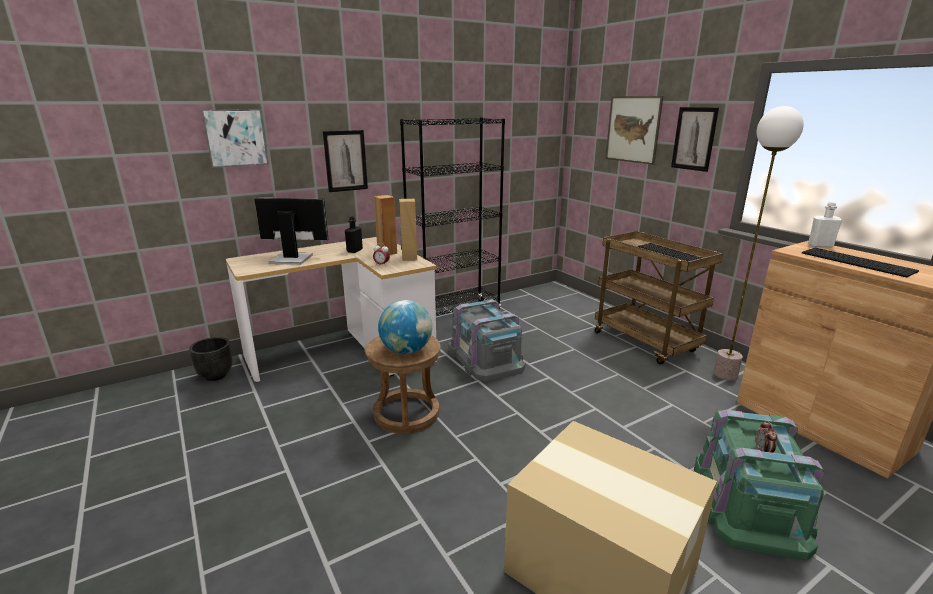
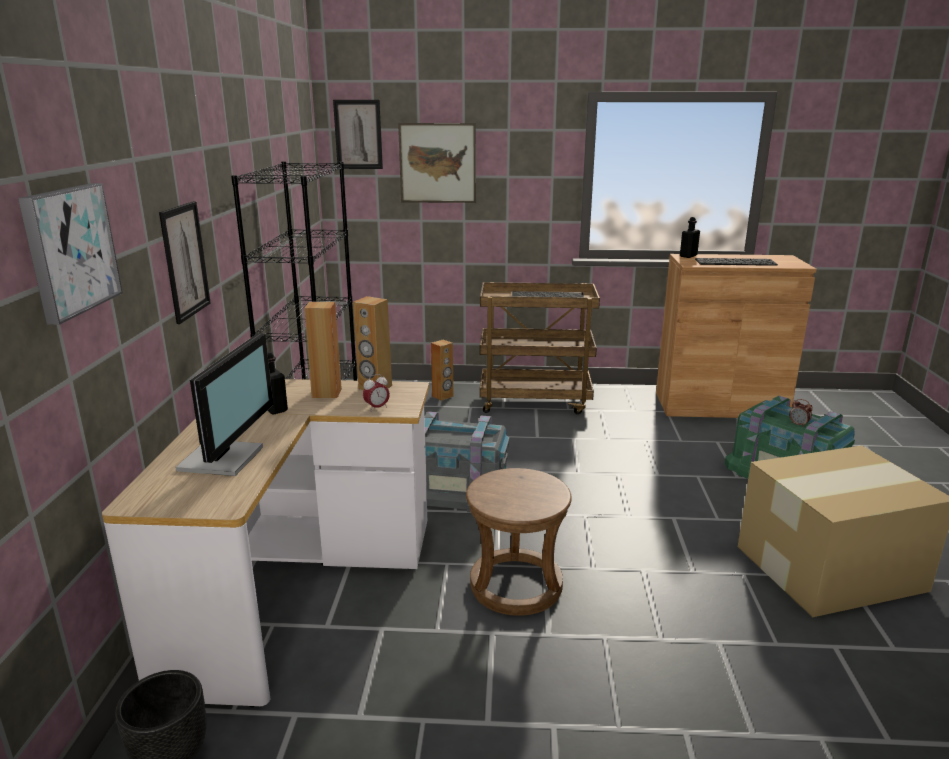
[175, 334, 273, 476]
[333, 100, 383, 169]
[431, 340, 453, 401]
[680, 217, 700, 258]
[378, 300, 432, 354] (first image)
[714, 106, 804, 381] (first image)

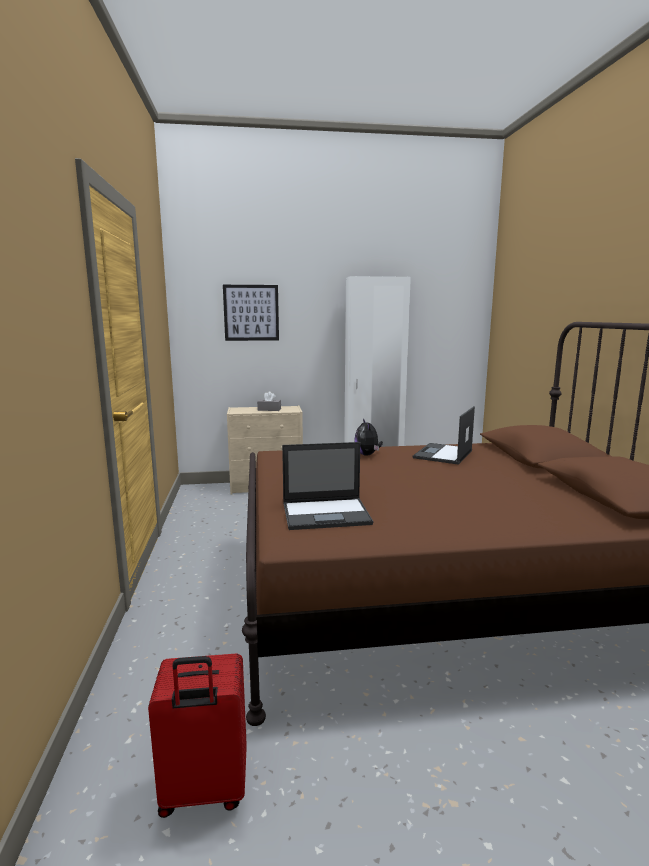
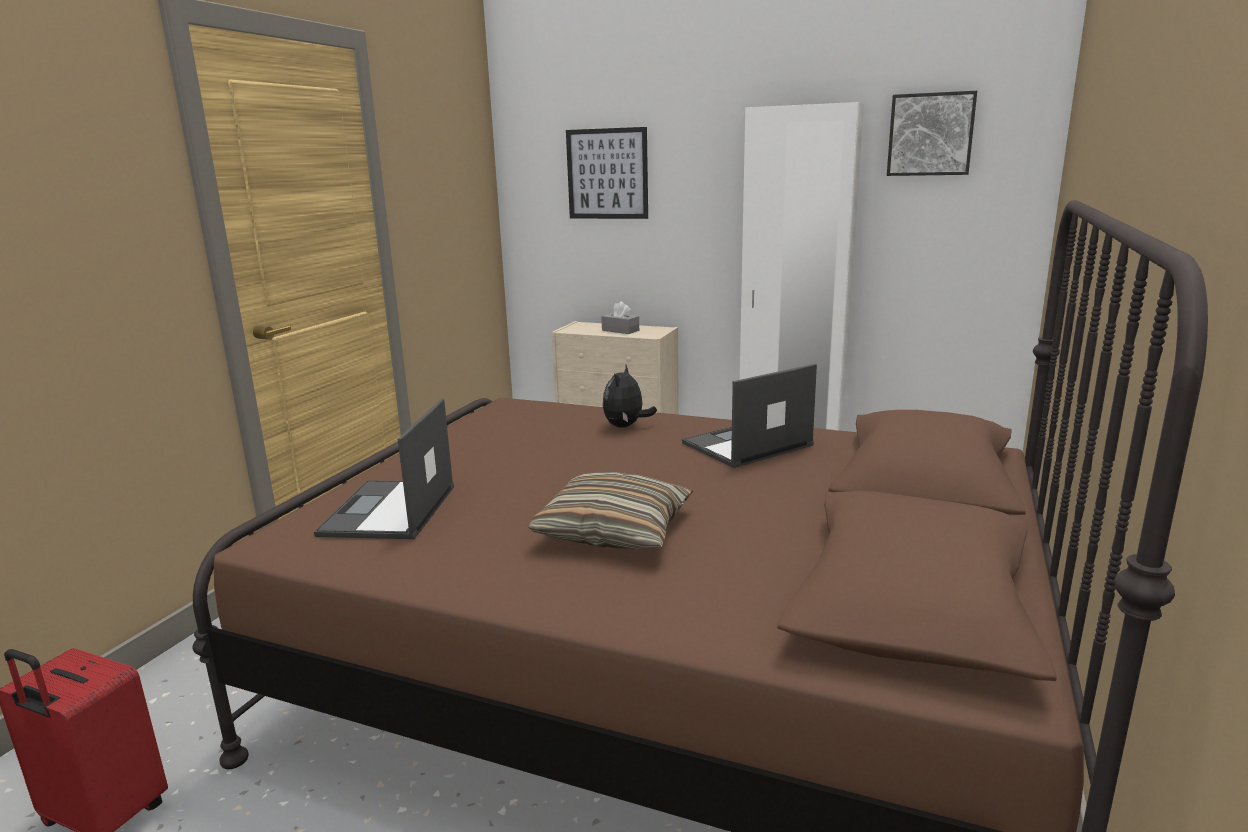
[314, 398, 454, 539]
[528, 472, 693, 549]
[887, 91, 977, 176]

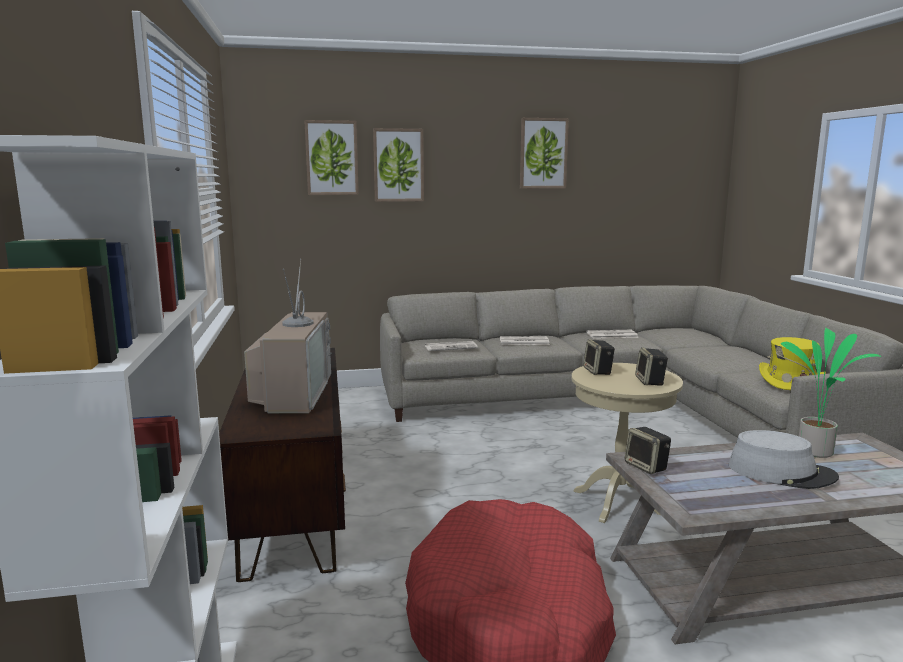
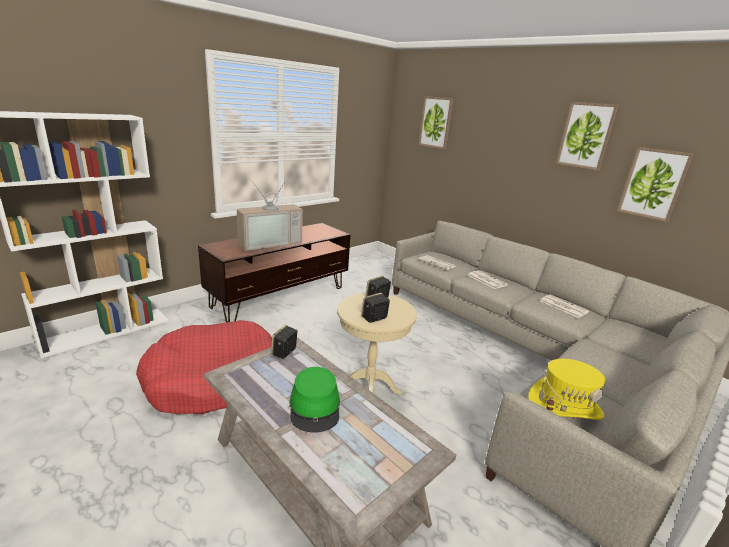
[289, 367, 340, 433]
[617, 147, 694, 222]
[781, 328, 882, 458] (first image)

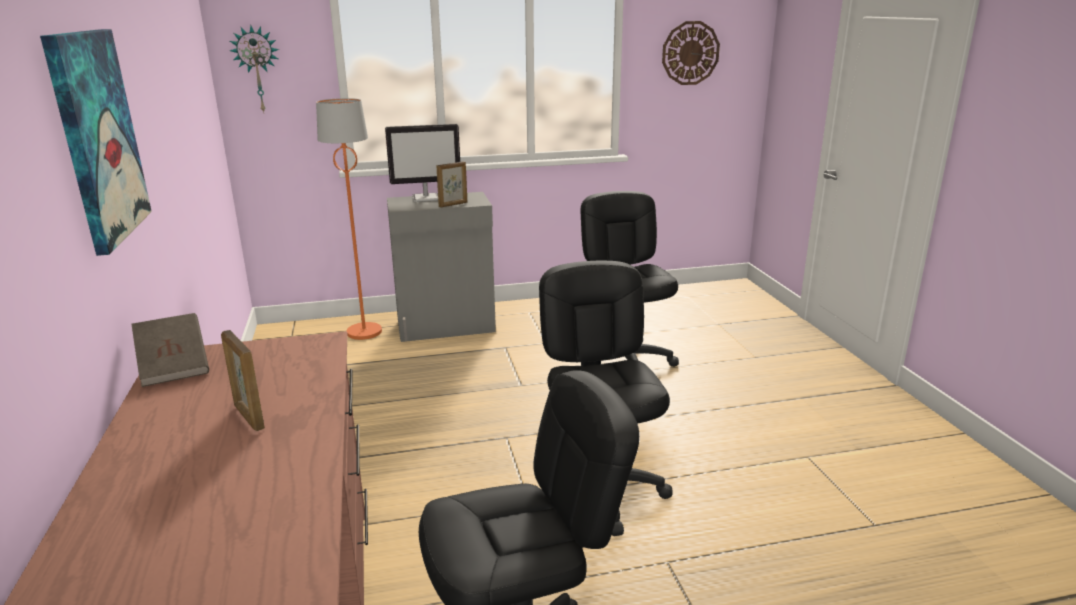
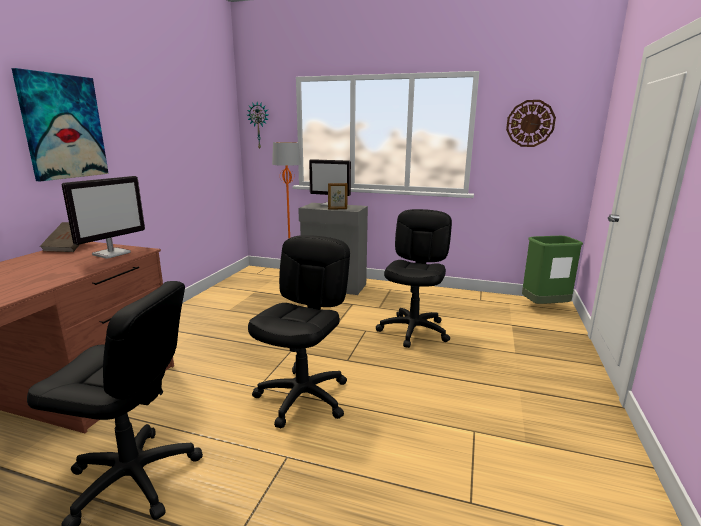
[61, 176, 145, 258]
[522, 236, 583, 304]
[221, 330, 265, 431] (first image)

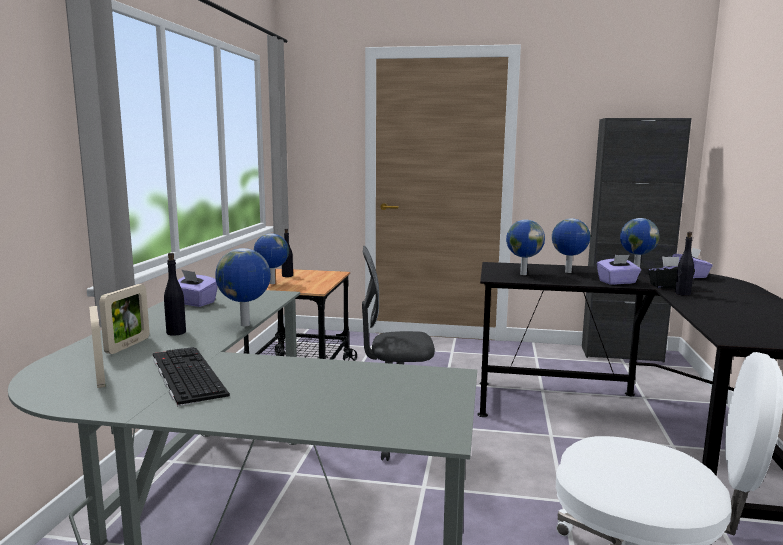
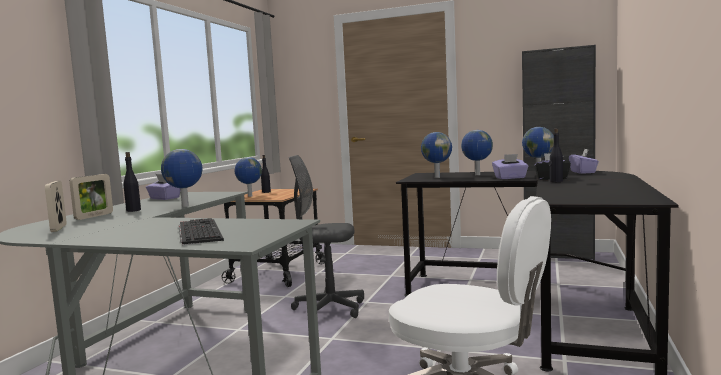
[179, 218, 224, 246]

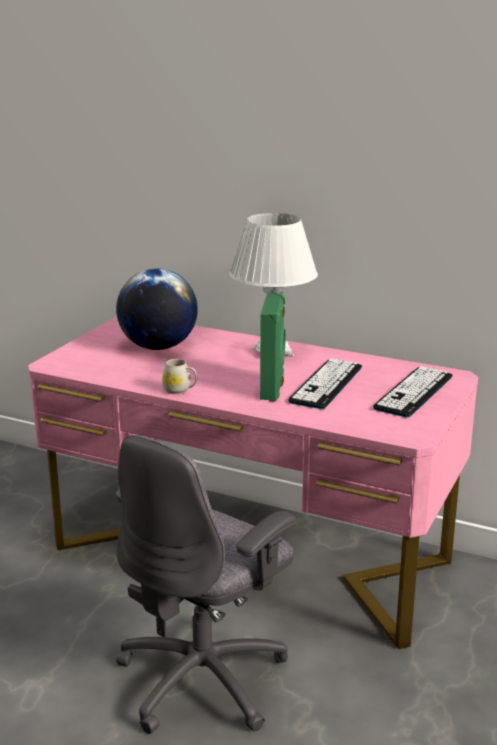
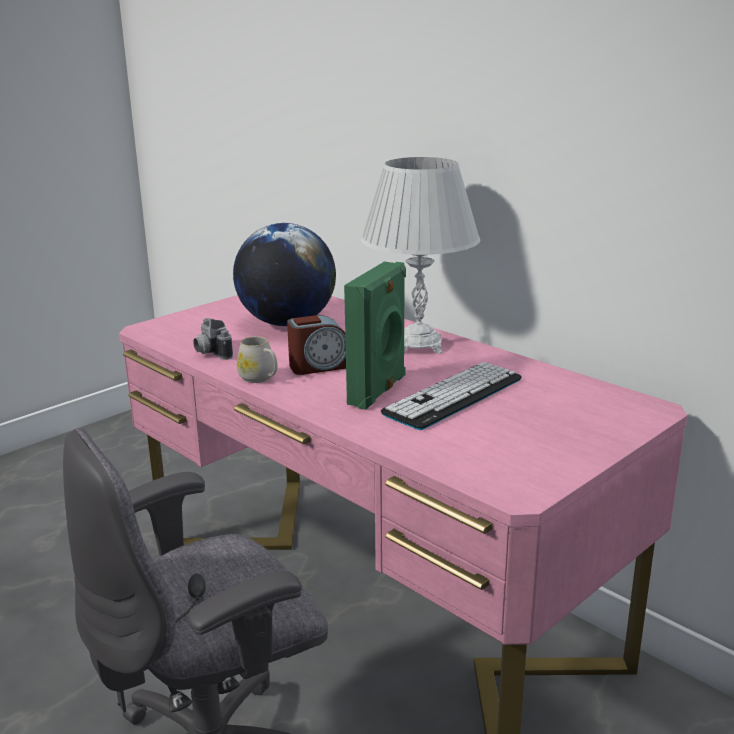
[193, 318, 233, 360]
[287, 315, 346, 375]
[373, 366, 453, 418] (first image)

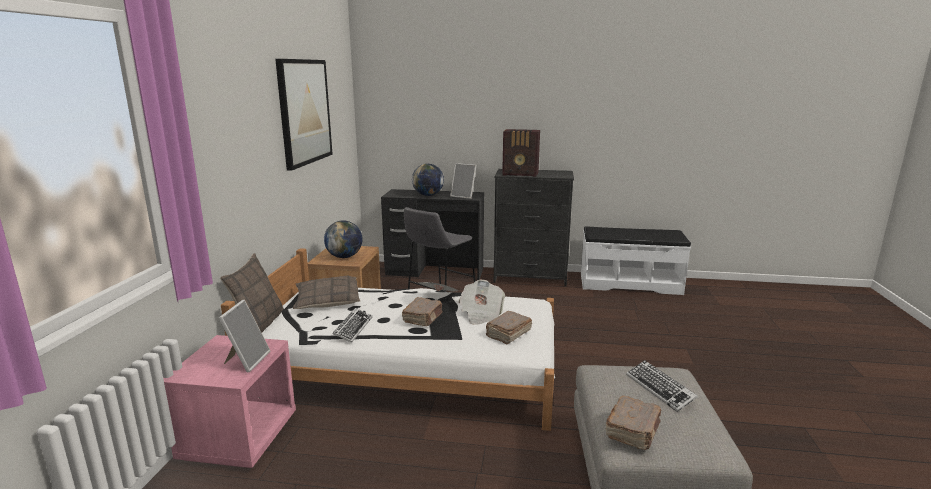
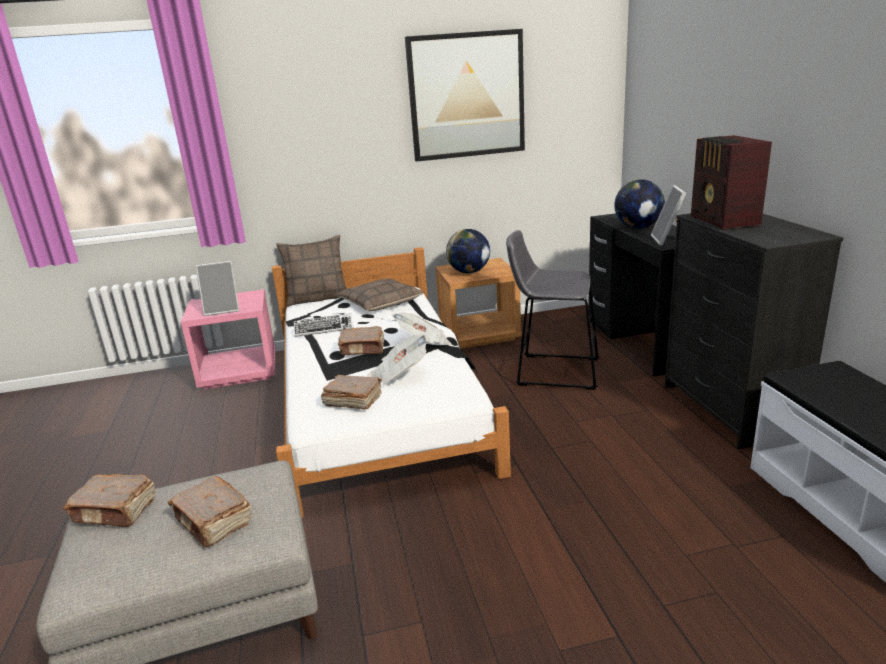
[168, 476, 252, 547]

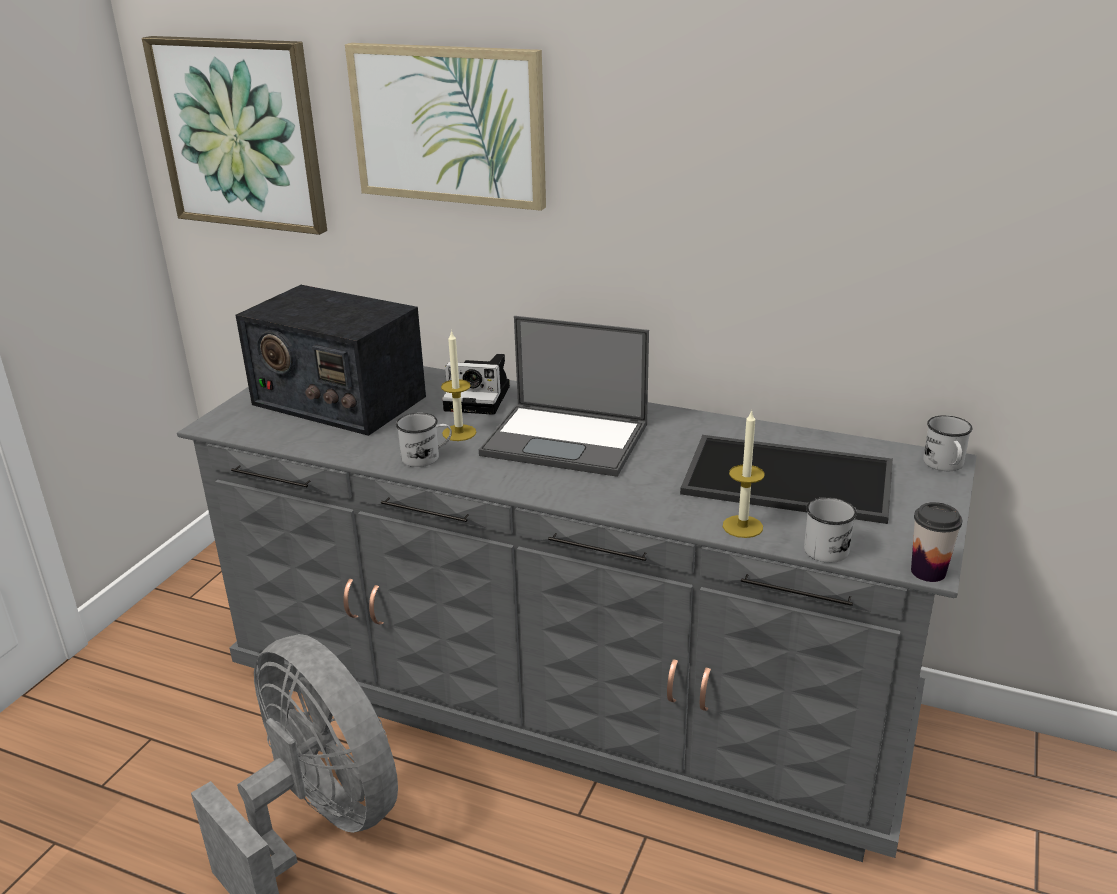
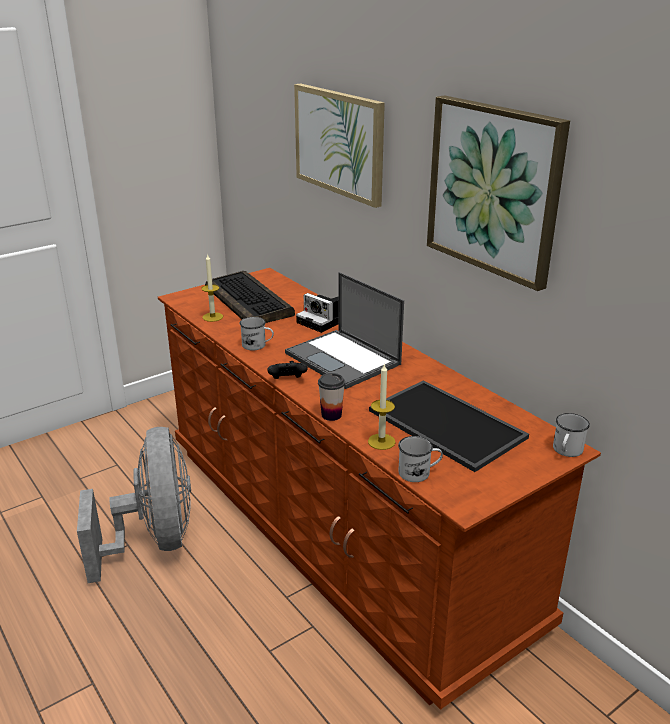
[158, 268, 601, 710]
[201, 254, 223, 322]
[205, 271, 295, 323]
[267, 361, 308, 379]
[318, 373, 345, 421]
[427, 95, 570, 291]

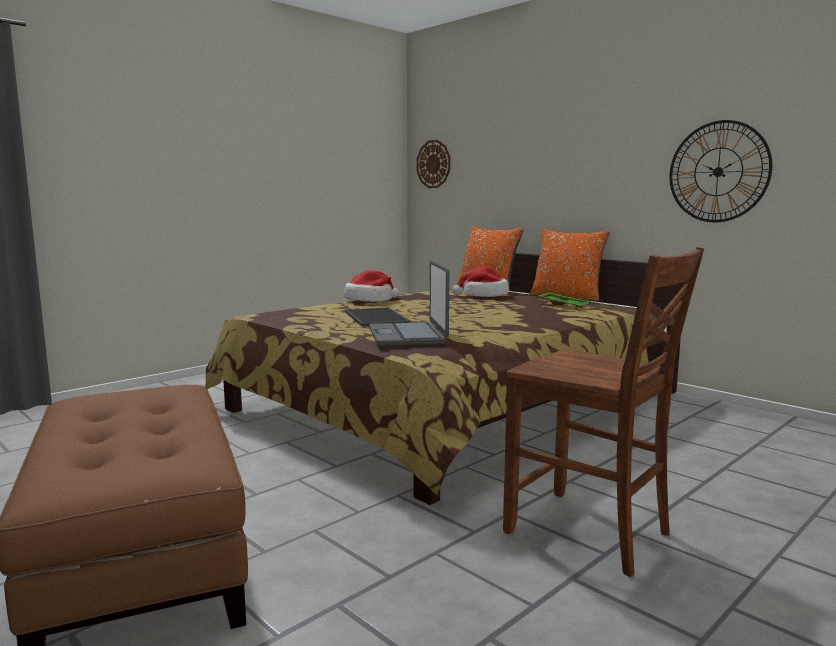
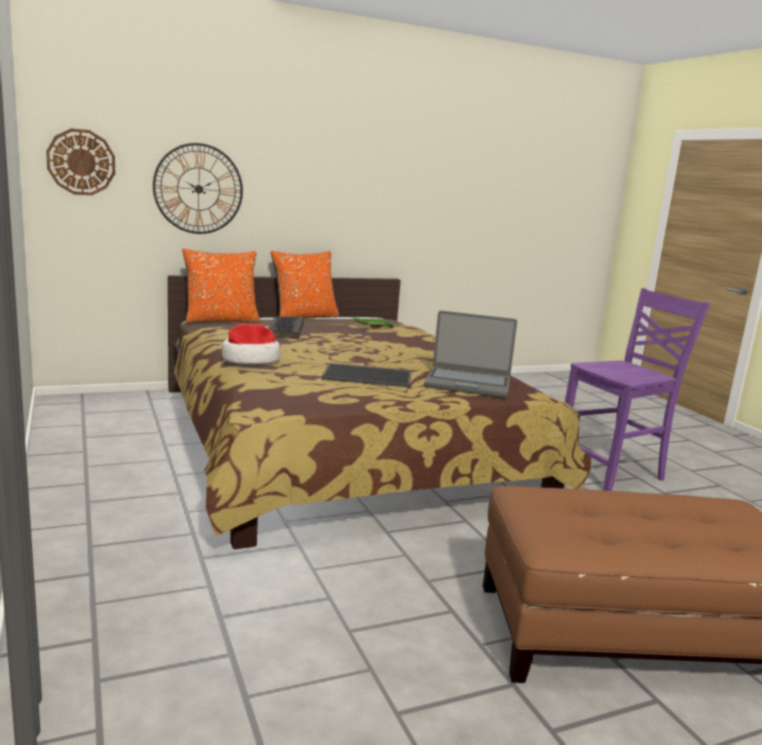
[153, 143, 243, 234]
[268, 317, 304, 339]
[565, 288, 710, 491]

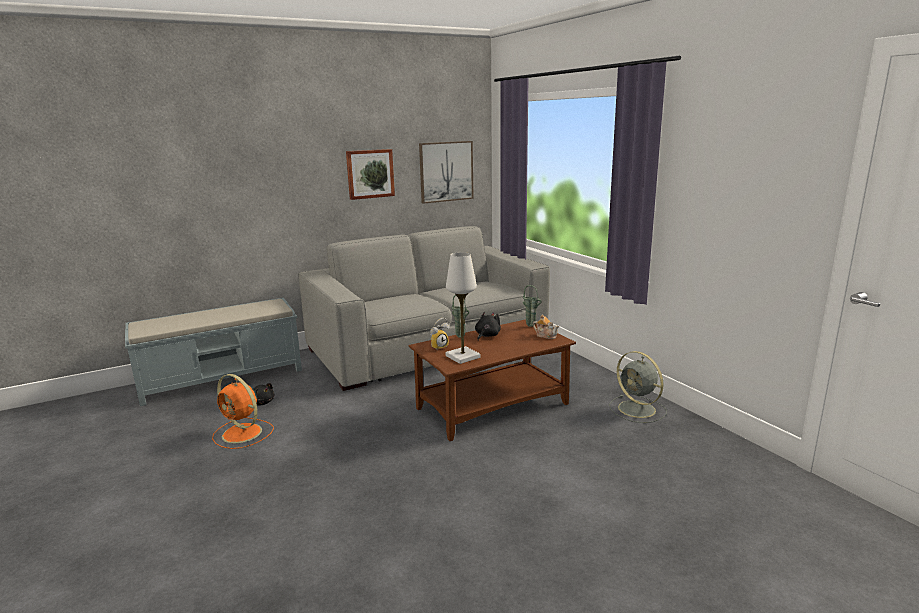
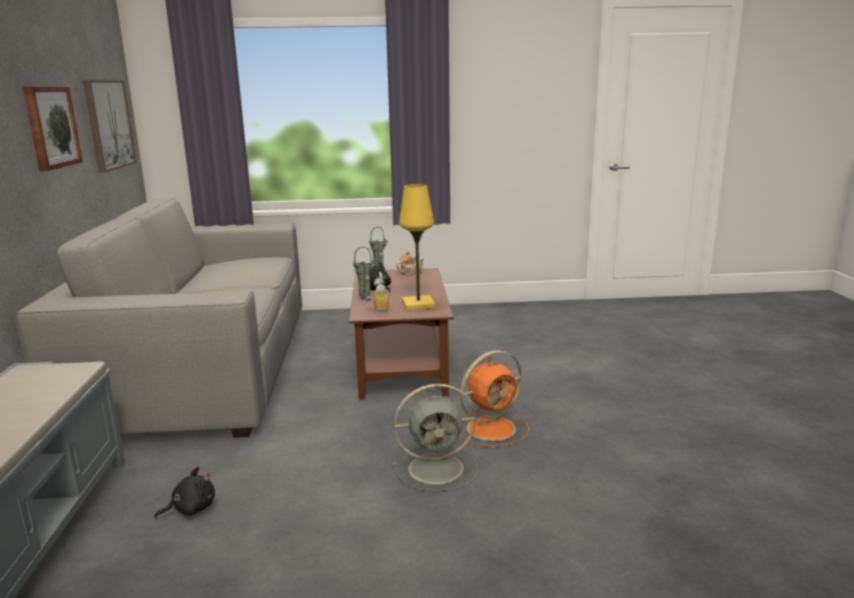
[392, 384, 478, 492]
[399, 184, 435, 310]
[459, 350, 529, 447]

